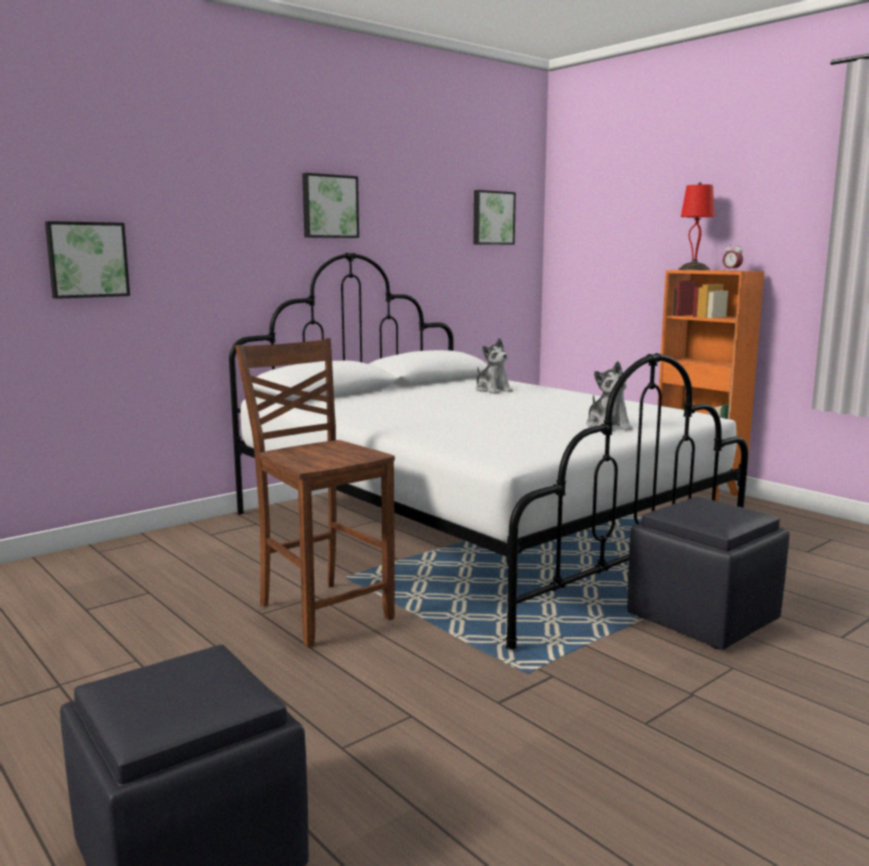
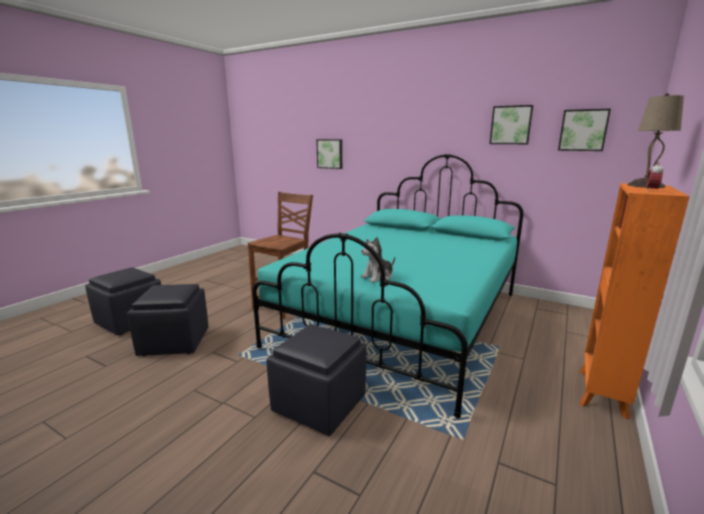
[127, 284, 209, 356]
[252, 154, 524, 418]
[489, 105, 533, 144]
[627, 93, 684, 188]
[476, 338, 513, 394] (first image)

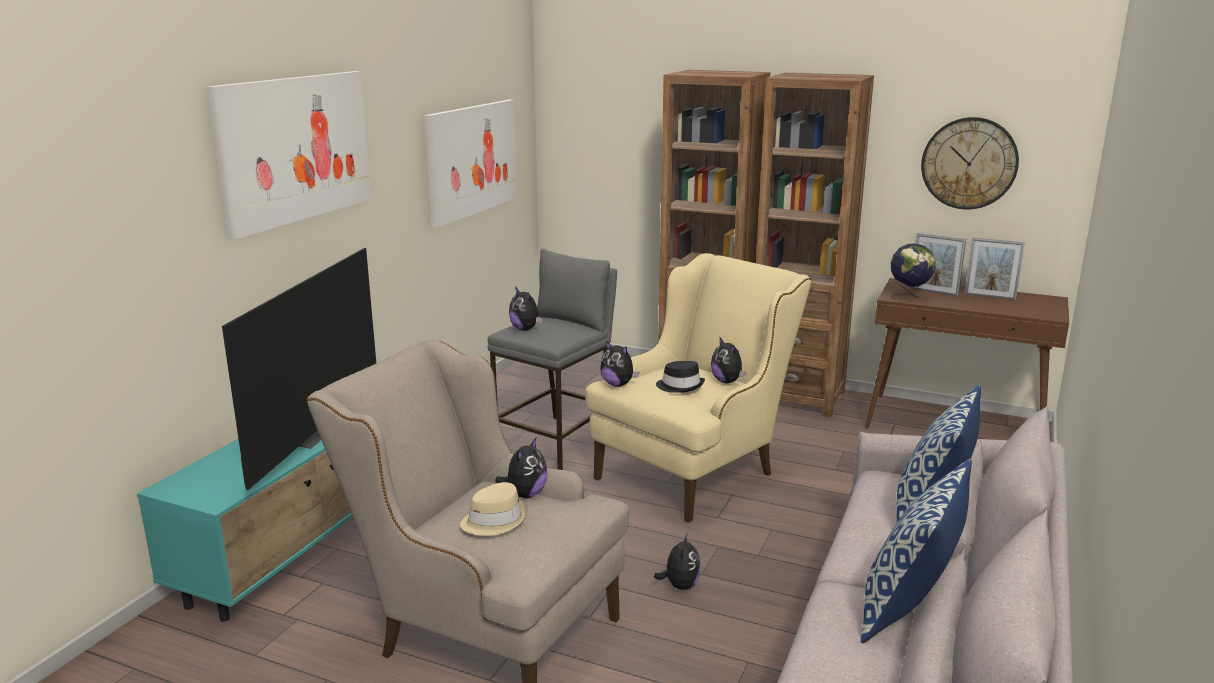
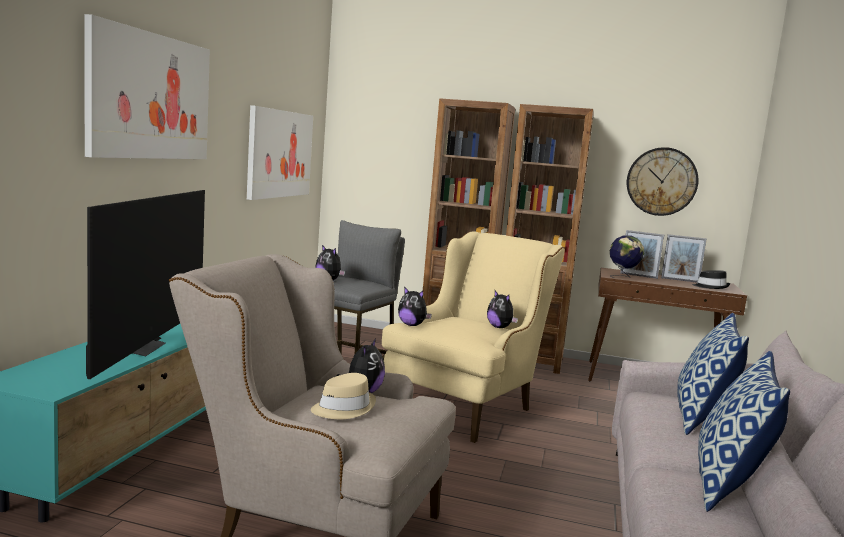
[692, 271, 730, 289]
[654, 533, 701, 590] (first image)

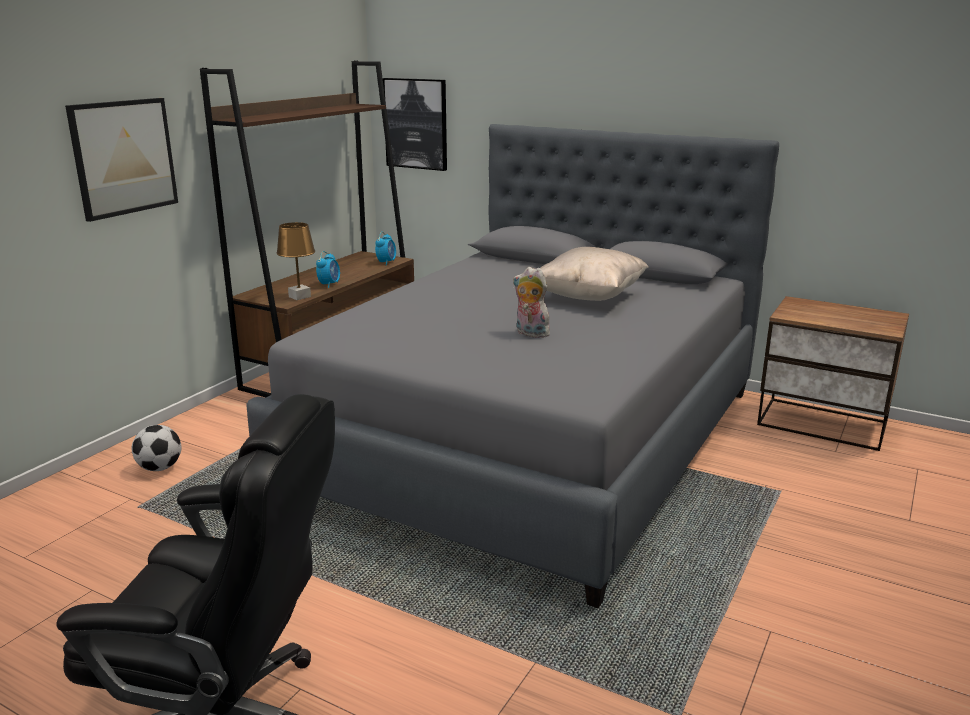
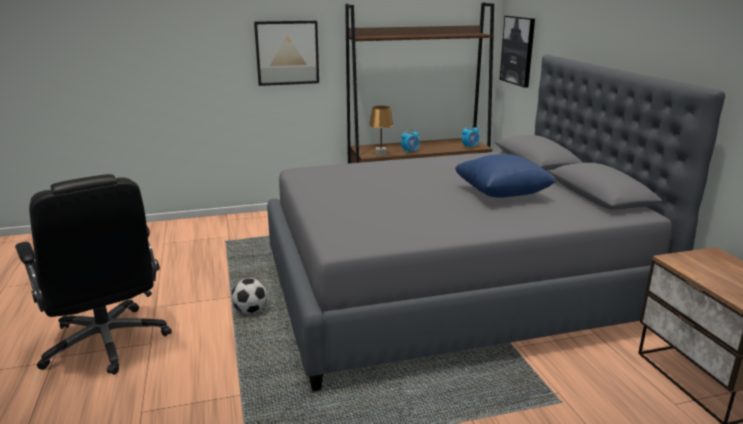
[232, 278, 267, 314]
[455, 154, 557, 198]
[513, 267, 553, 338] (first image)

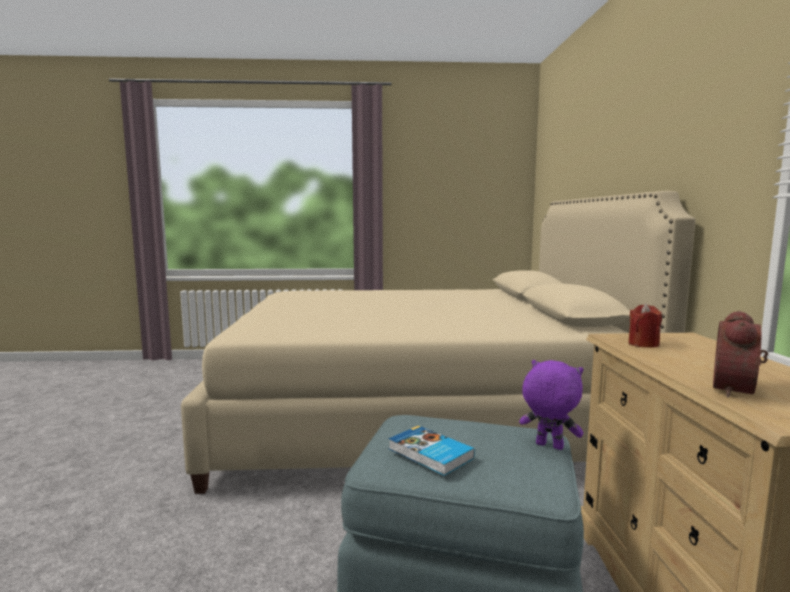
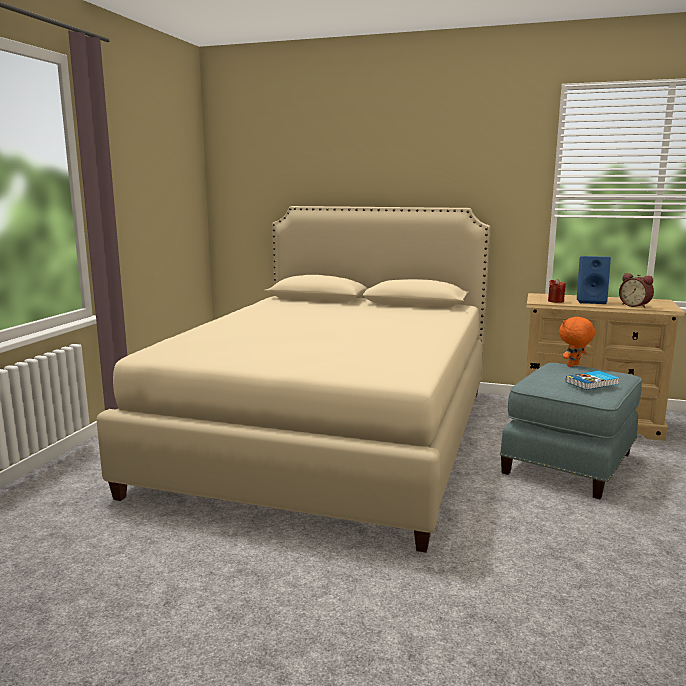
[559, 317, 595, 367]
[577, 256, 611, 304]

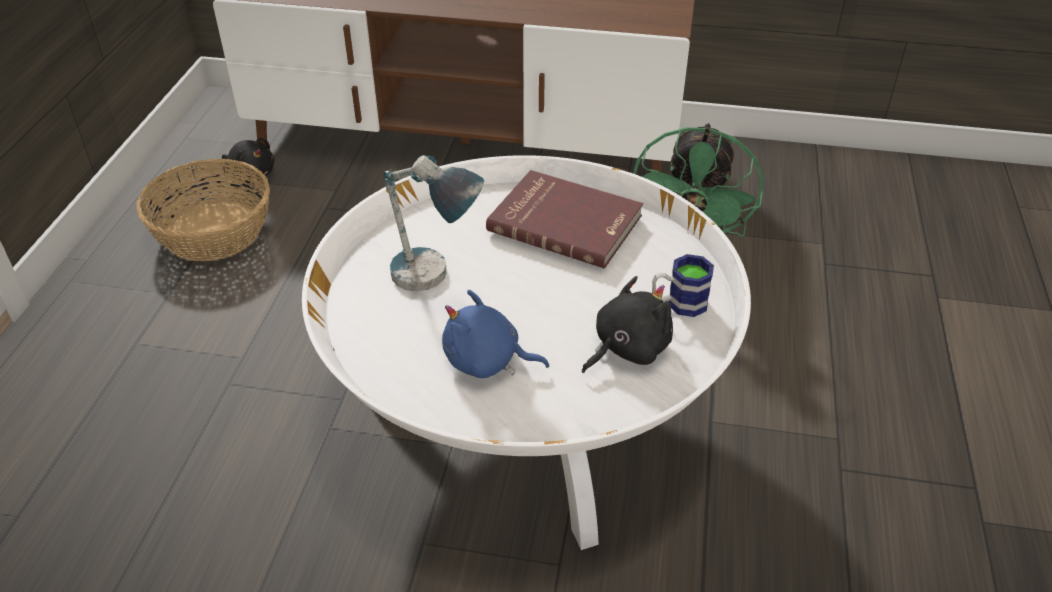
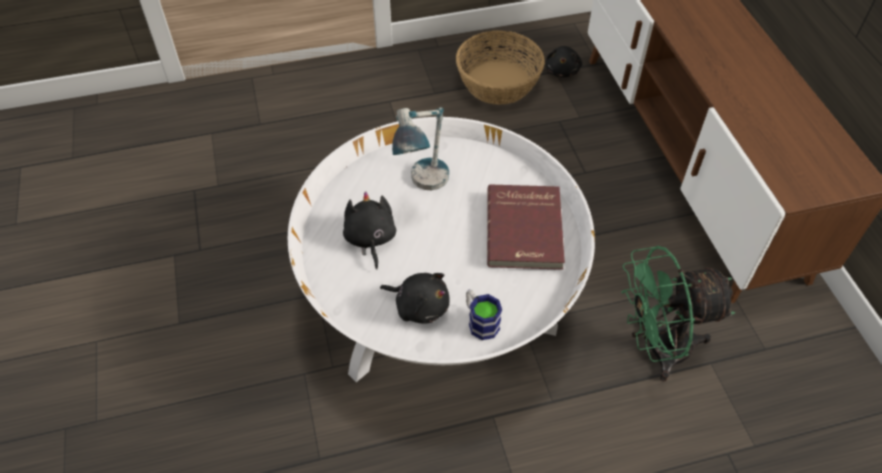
[343, 191, 396, 270]

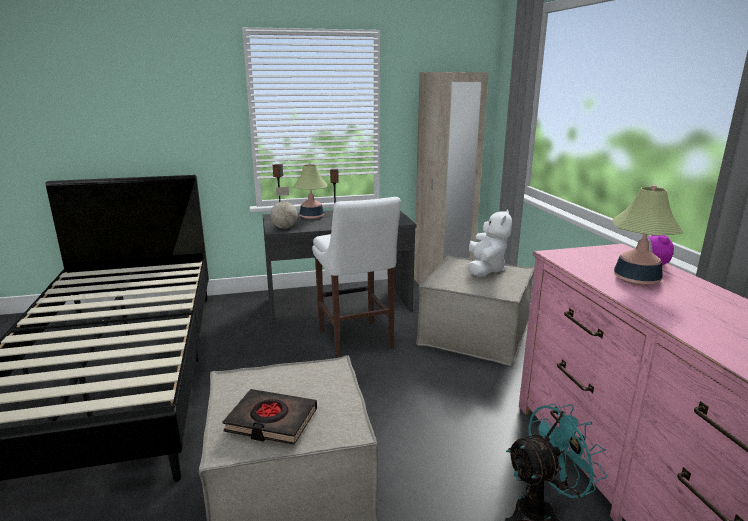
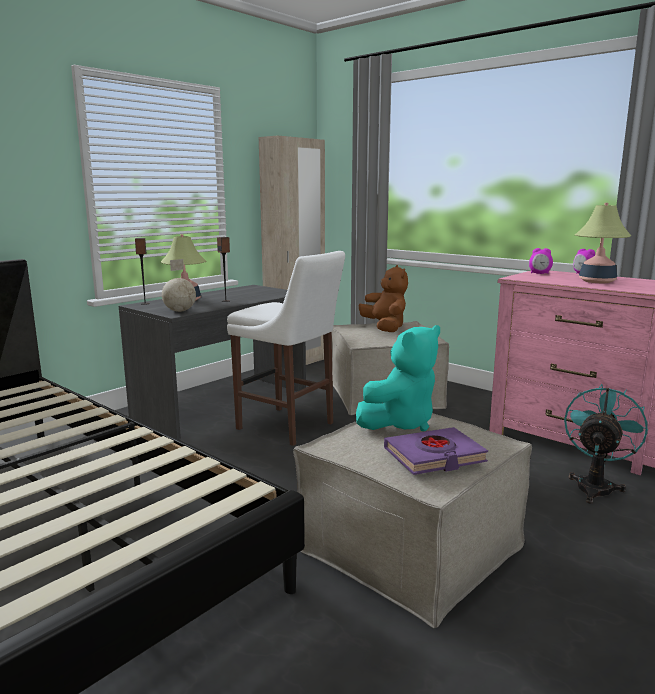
[356, 325, 440, 431]
[359, 265, 408, 332]
[384, 427, 488, 475]
[529, 248, 553, 274]

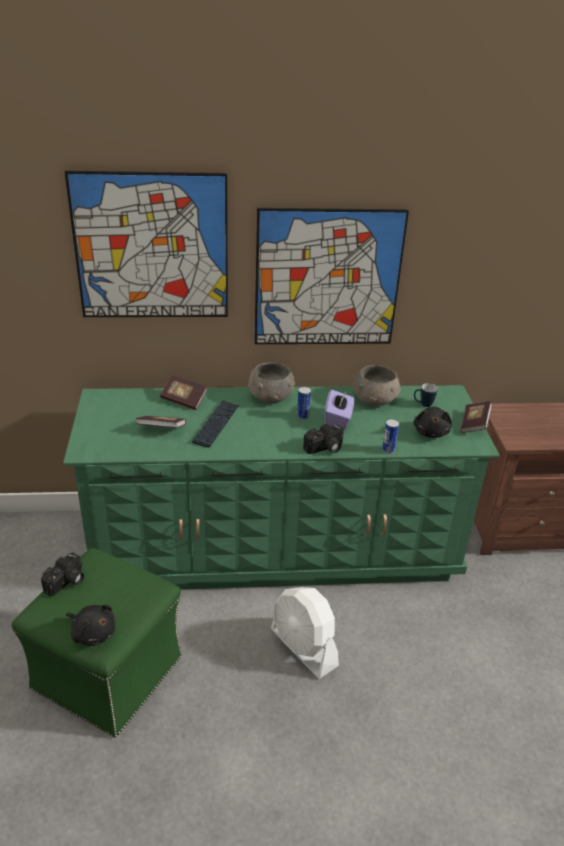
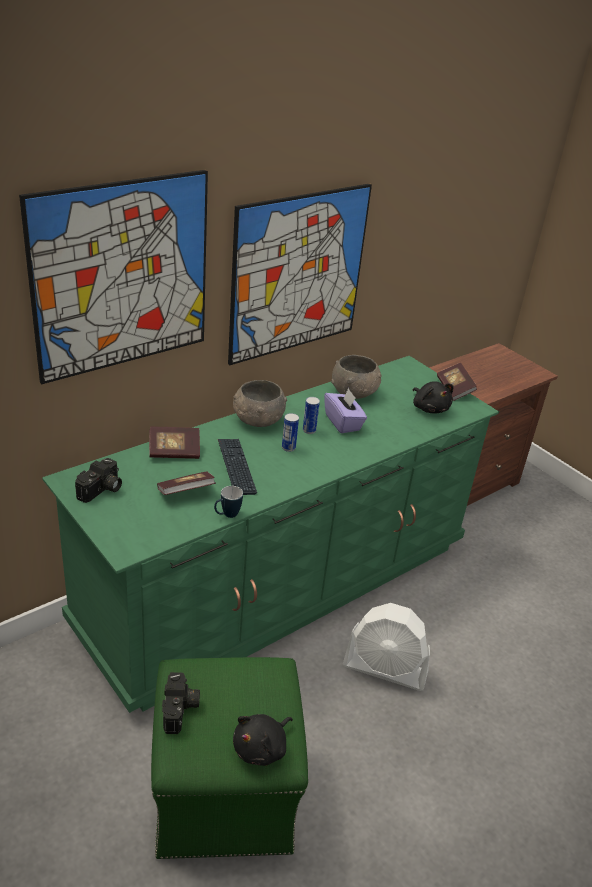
[75, 458, 122, 503]
[214, 486, 243, 518]
[233, 714, 293, 766]
[282, 413, 299, 452]

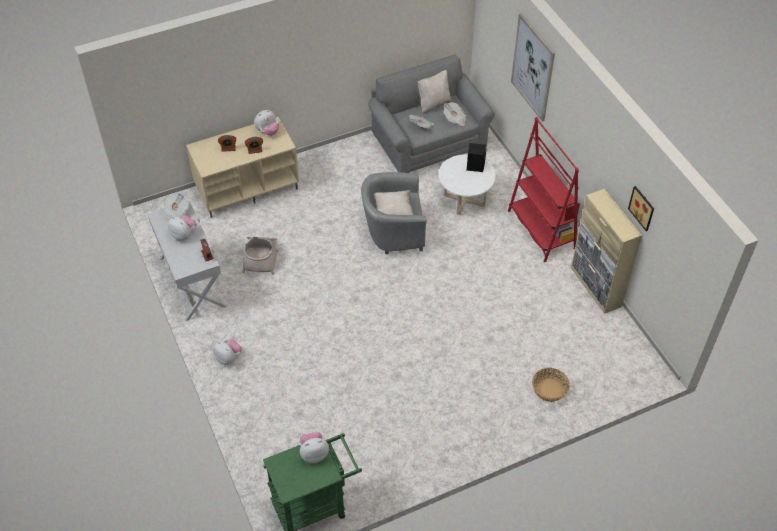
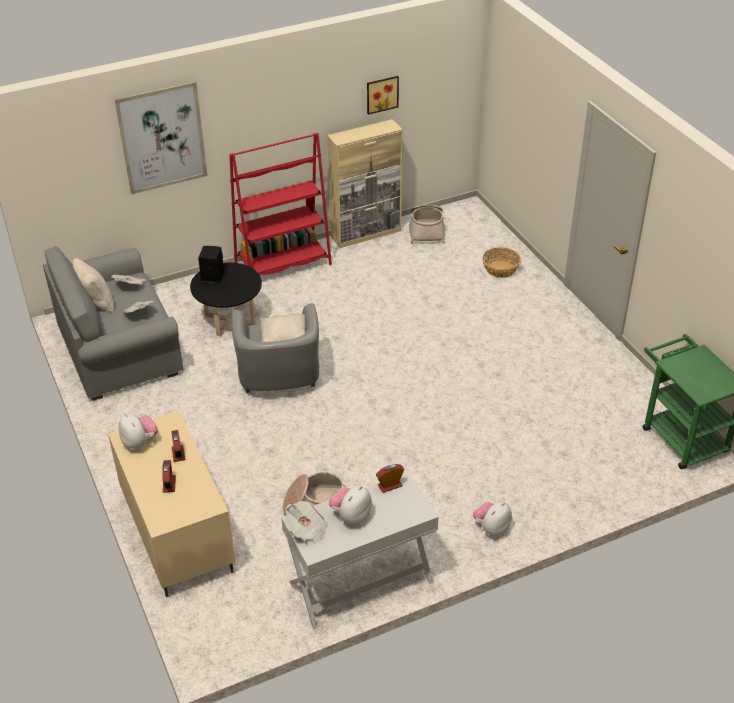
[190, 263, 262, 336]
[409, 205, 445, 244]
[300, 432, 329, 463] (first image)

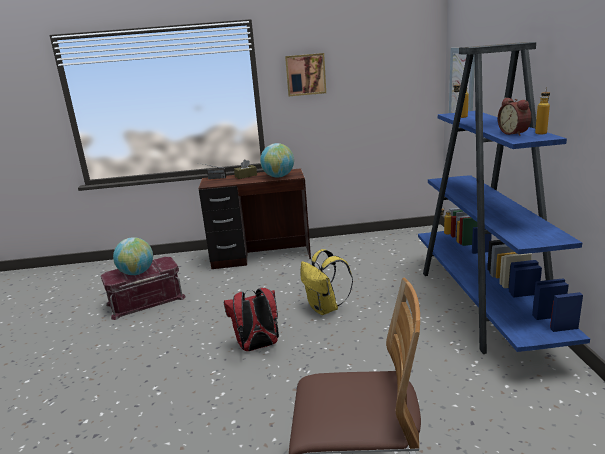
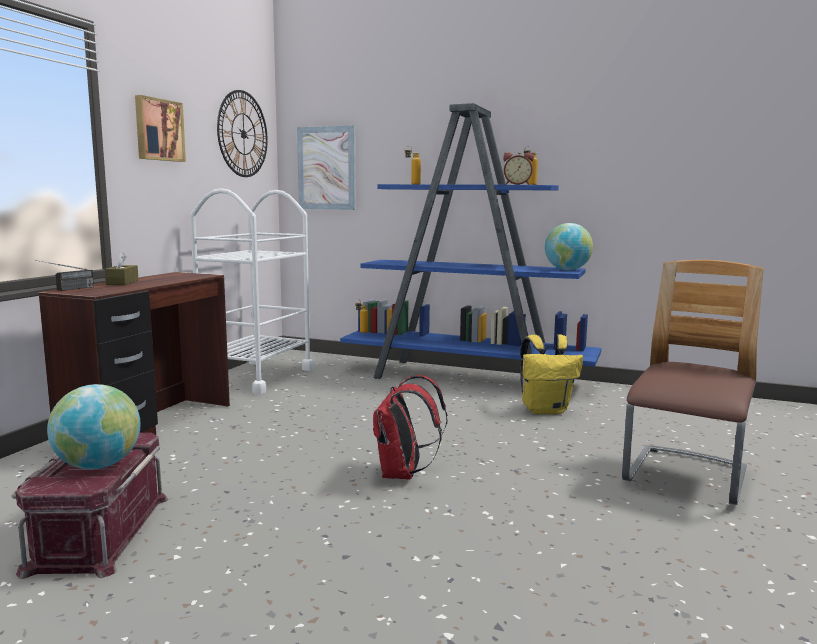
[190, 188, 314, 394]
[217, 90, 268, 177]
[520, 334, 583, 415]
[545, 223, 593, 270]

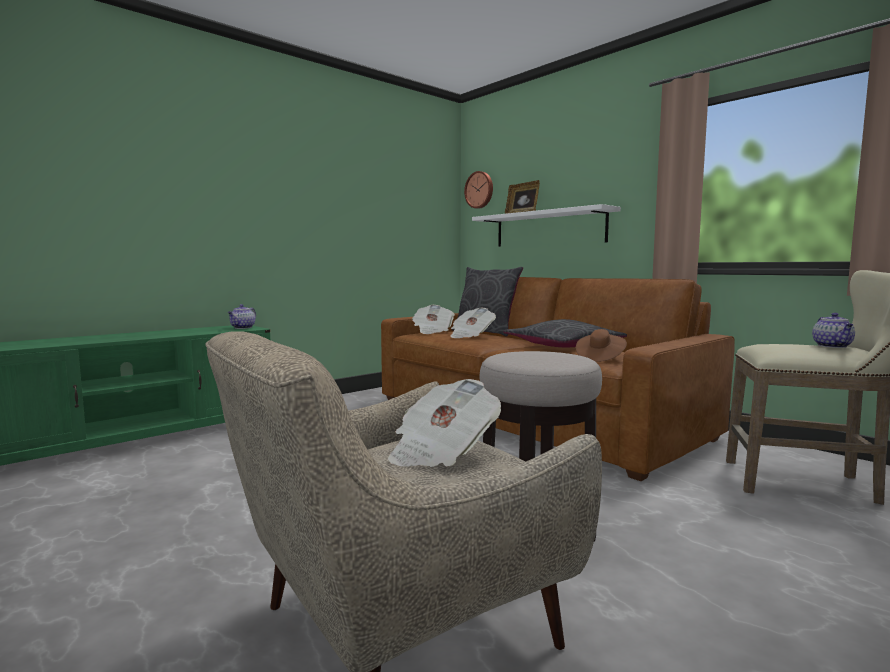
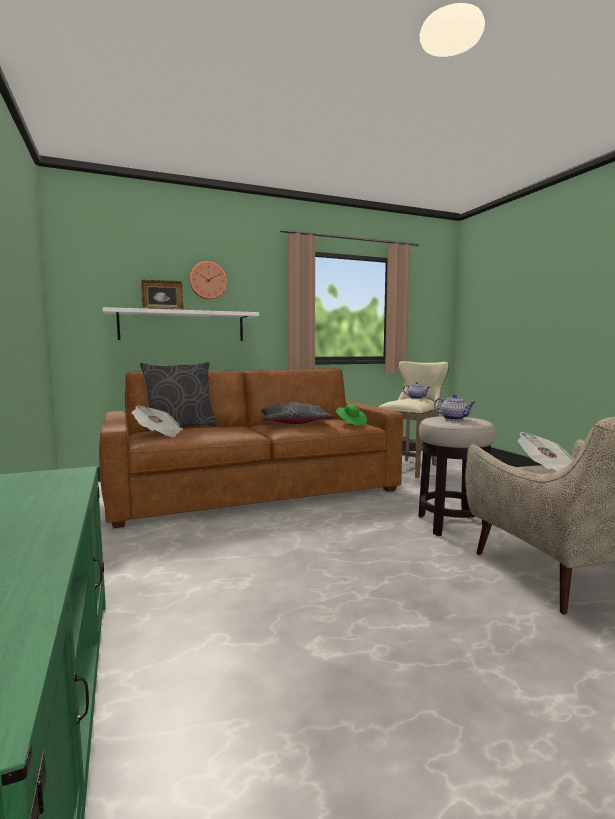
[189, 261, 227, 299]
[336, 404, 367, 426]
[434, 394, 476, 420]
[450, 308, 496, 338] (first image)

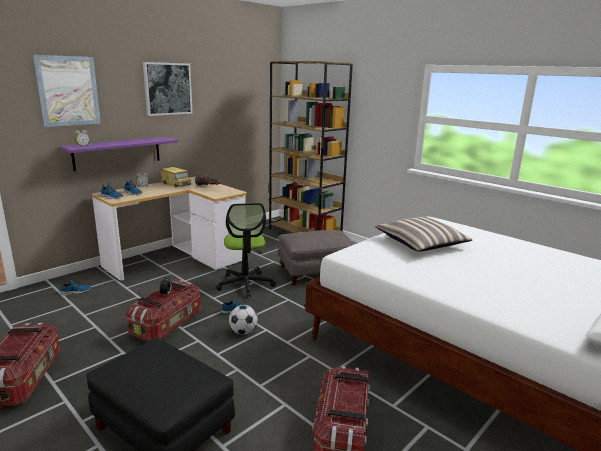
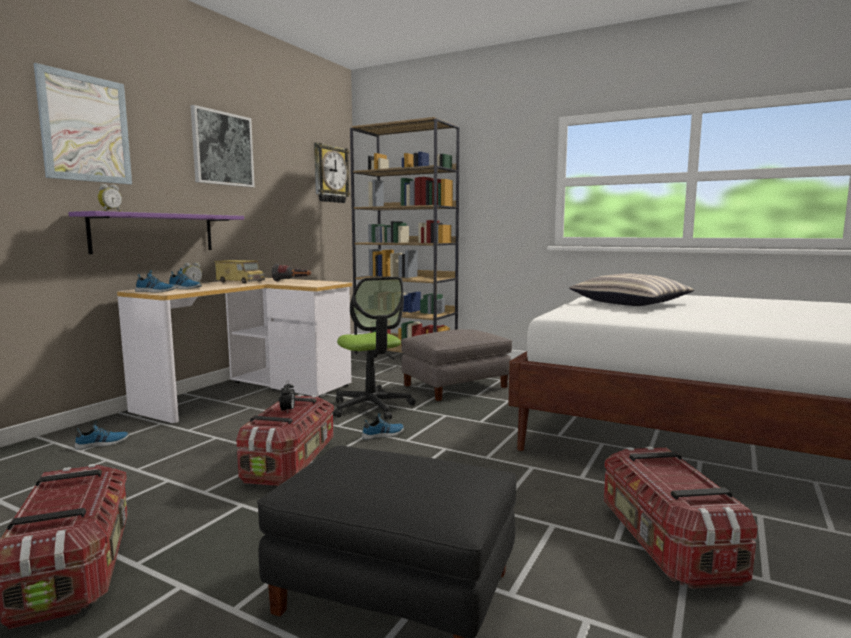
[314, 143, 350, 203]
[229, 305, 258, 334] (first image)

